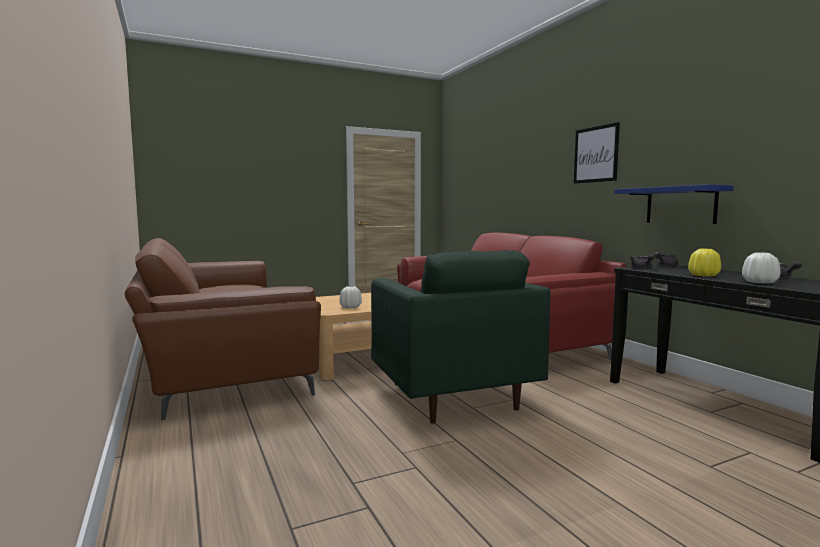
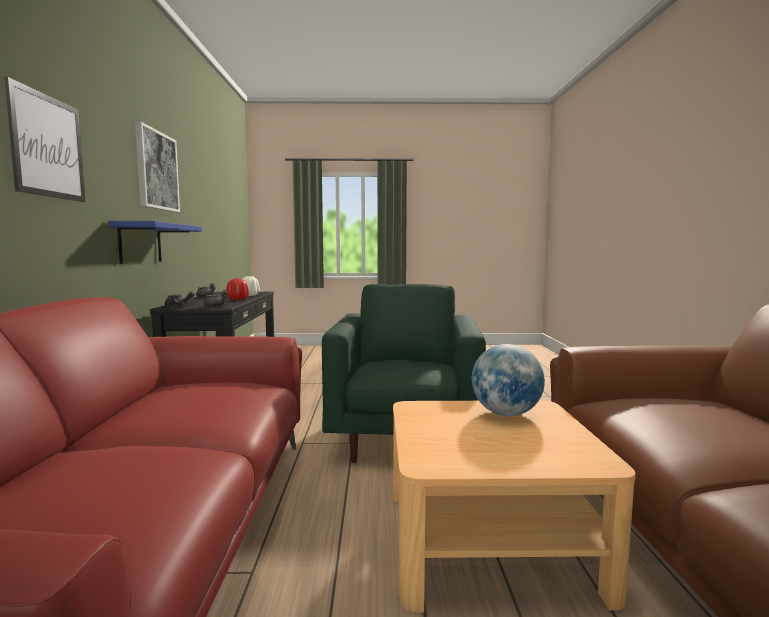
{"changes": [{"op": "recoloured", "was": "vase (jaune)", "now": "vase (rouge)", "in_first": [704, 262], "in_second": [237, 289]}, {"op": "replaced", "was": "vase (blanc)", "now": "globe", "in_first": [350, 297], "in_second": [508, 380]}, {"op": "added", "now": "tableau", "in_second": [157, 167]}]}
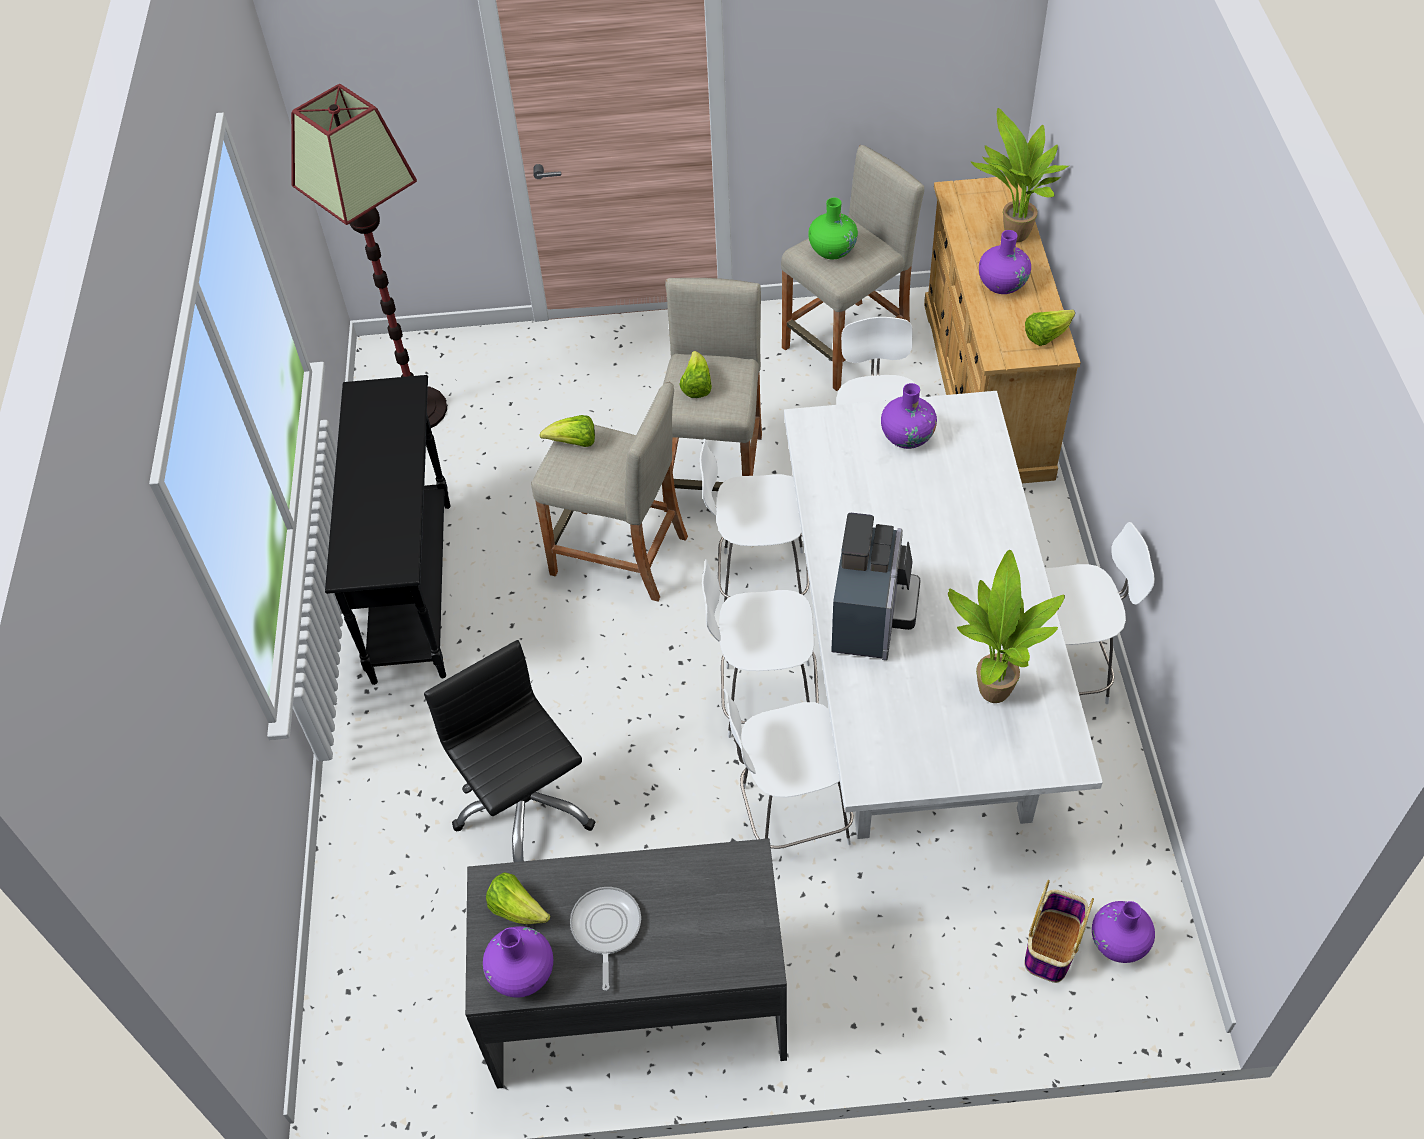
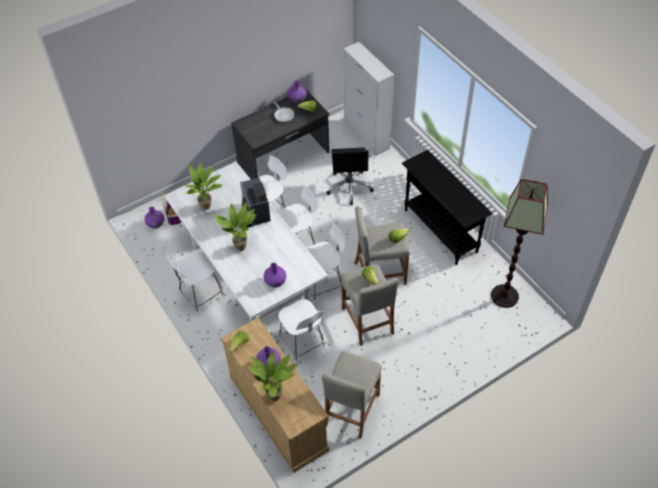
{"changes": [{"op": "removed", "was": "vase (vert)", "in_first": [833, 228]}, {"op": "turned", "was": "chaise de bureau (noir)", "in_first": [510, 751], "in_second": [350, 176], "clockwise": 60}, {"op": "added", "now": "meuble de rangement (blanc)", "in_second": [368, 99]}, {"op": "added", "now": "plante en pot", "in_second": [235, 226]}]}
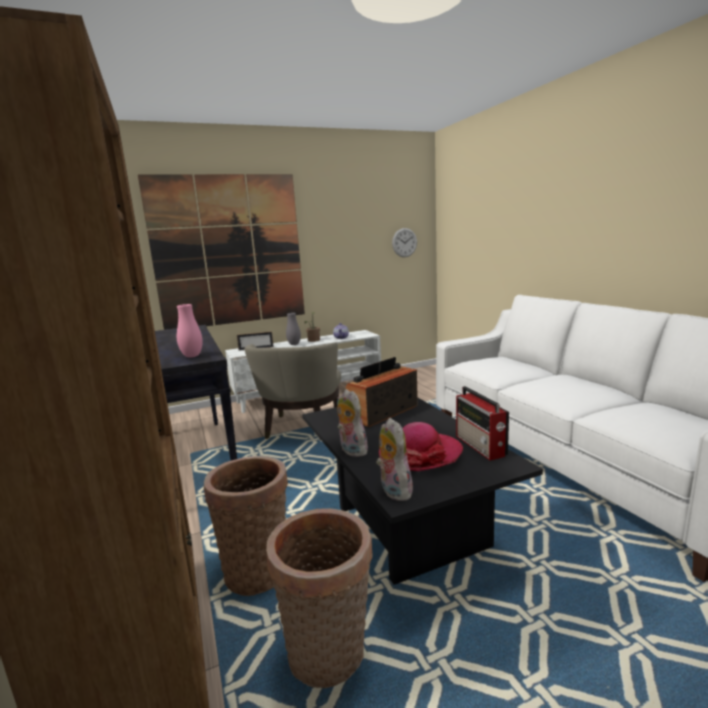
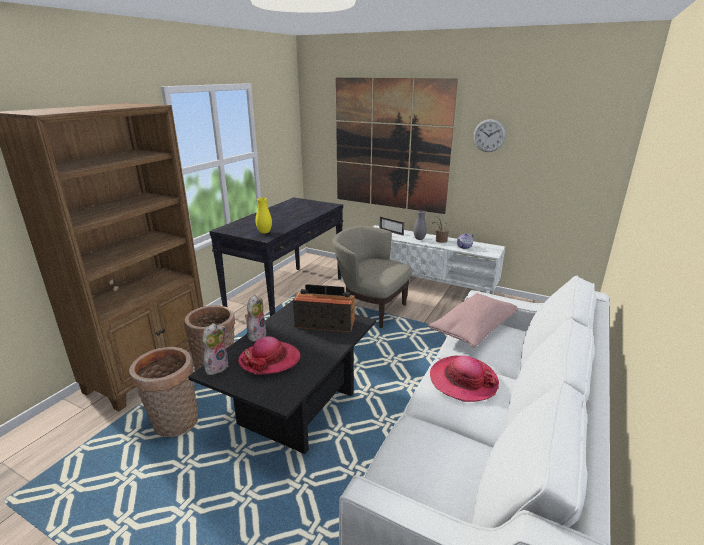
{"changes": [{"op": "moved", "was": "horloge murale", "in_first": [404, 242], "in_second": [489, 135]}, {"op": "recoloured", "was": "vase (rose)", "now": "vase (jaune)", "in_first": [190, 331], "in_second": [264, 216]}, {"op": "turned", "was": "fauteuil (beige)", "in_first": [292, 391], "in_second": [372, 277], "clockwise": 60}, {"op": "removed", "was": "radio", "in_first": [482, 423]}, {"op": "added", "now": "coussin (rose)", "in_second": [473, 320]}, {"op": "added", "now": "chapeau", "in_second": [464, 379]}]}
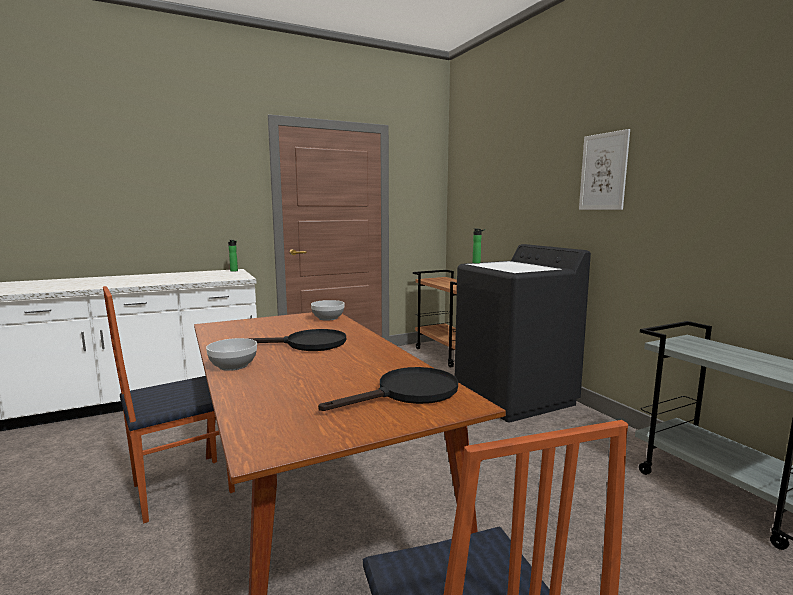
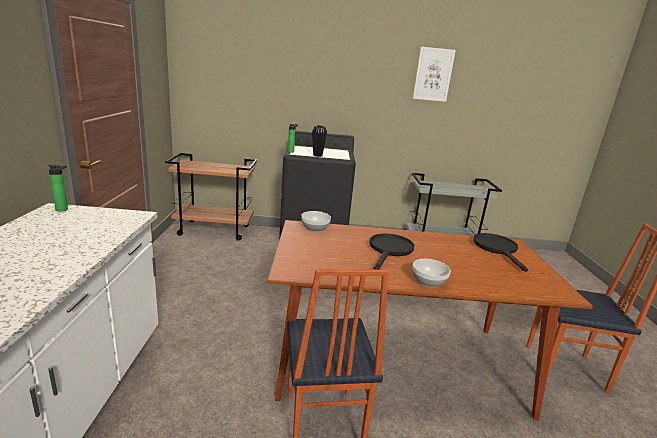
{"changes": [{"op": "moved", "was": "tableau", "in_first": [604, 169], "in_second": [434, 74]}, {"op": "added", "now": "vase (noir)", "in_second": [319, 141]}]}
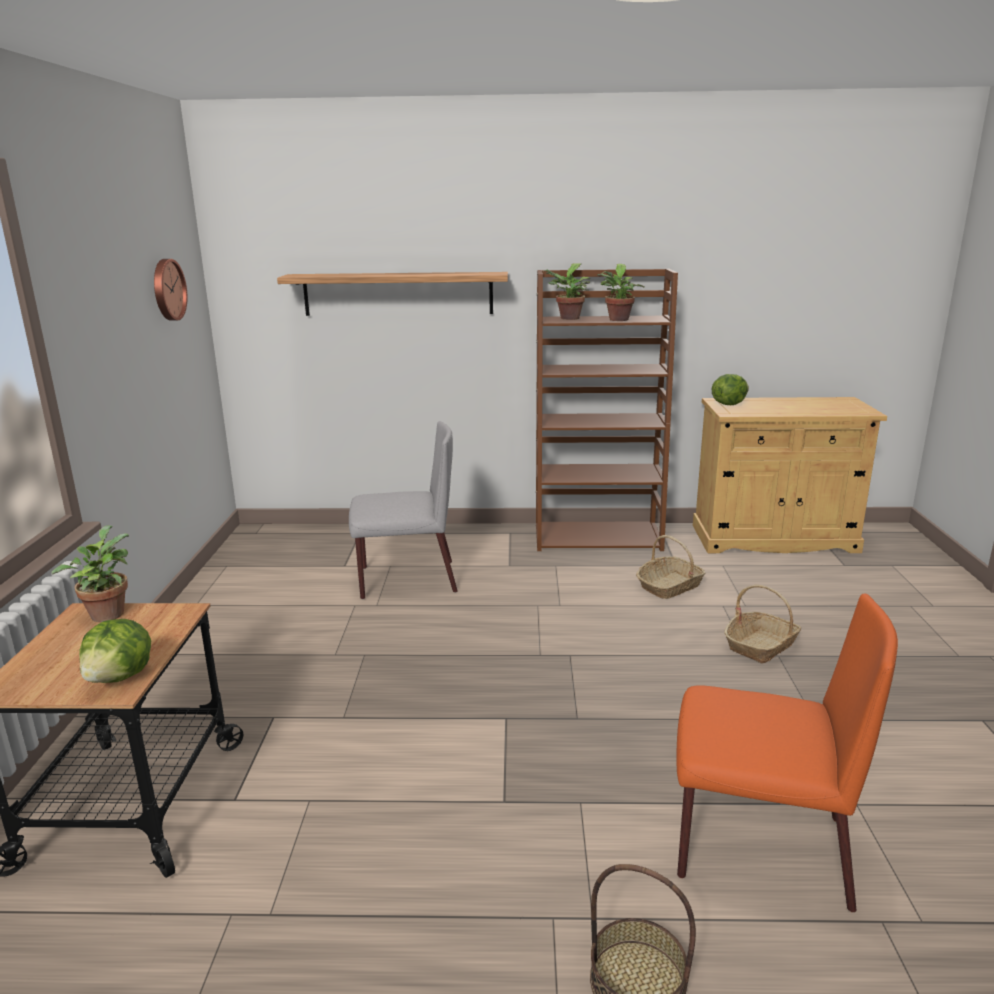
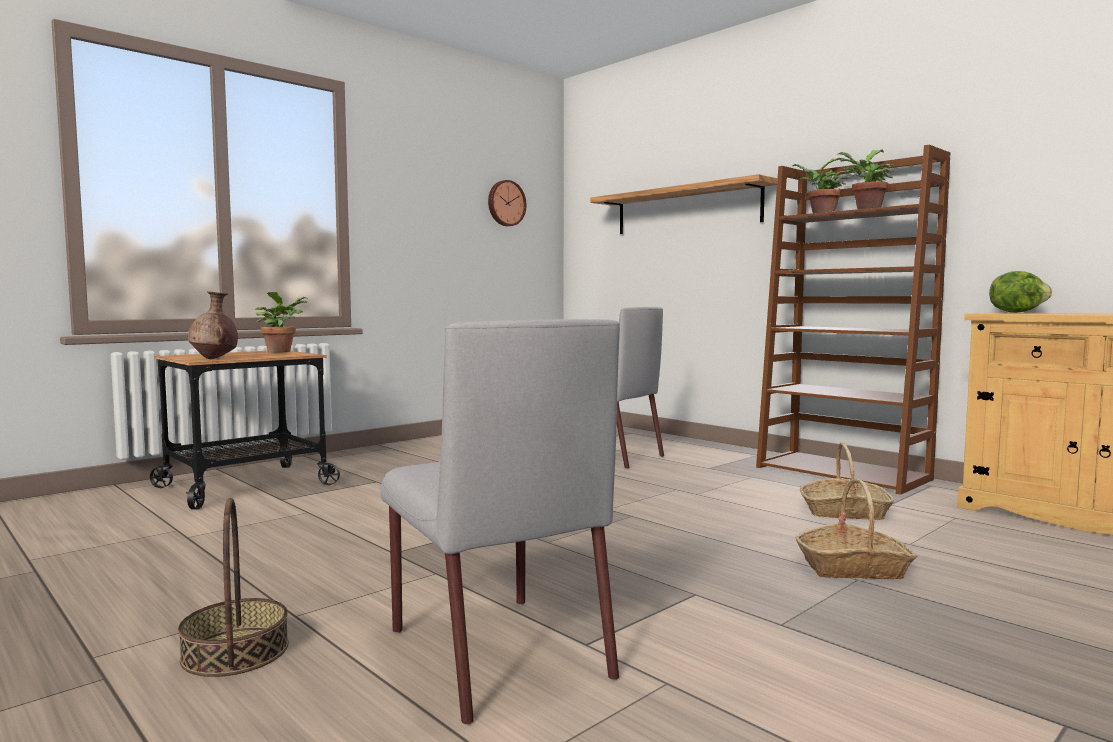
{"changes": [{"op": "recoloured", "was": "chaise (orange)", "now": "chaise (gris)", "in_first": [787, 753], "in_second": [500, 522]}, {"op": "replaced", "was": "laitue", "now": "vase (marron)", "in_first": [115, 651], "in_second": [213, 325]}]}
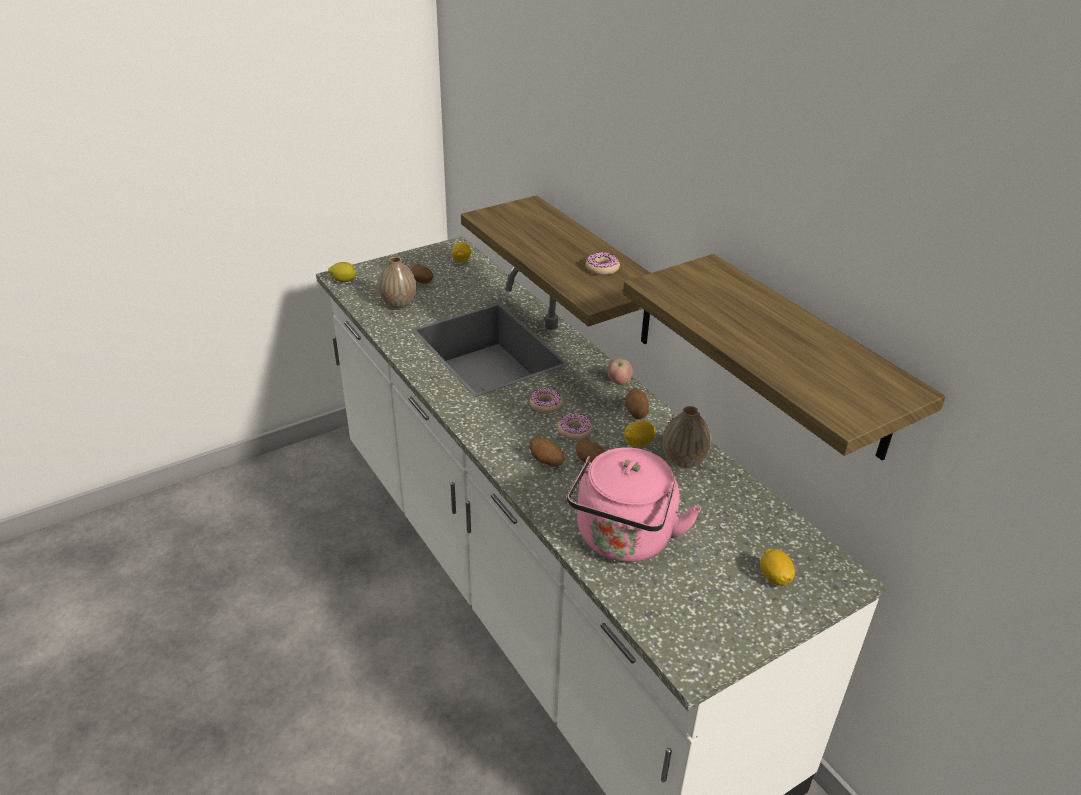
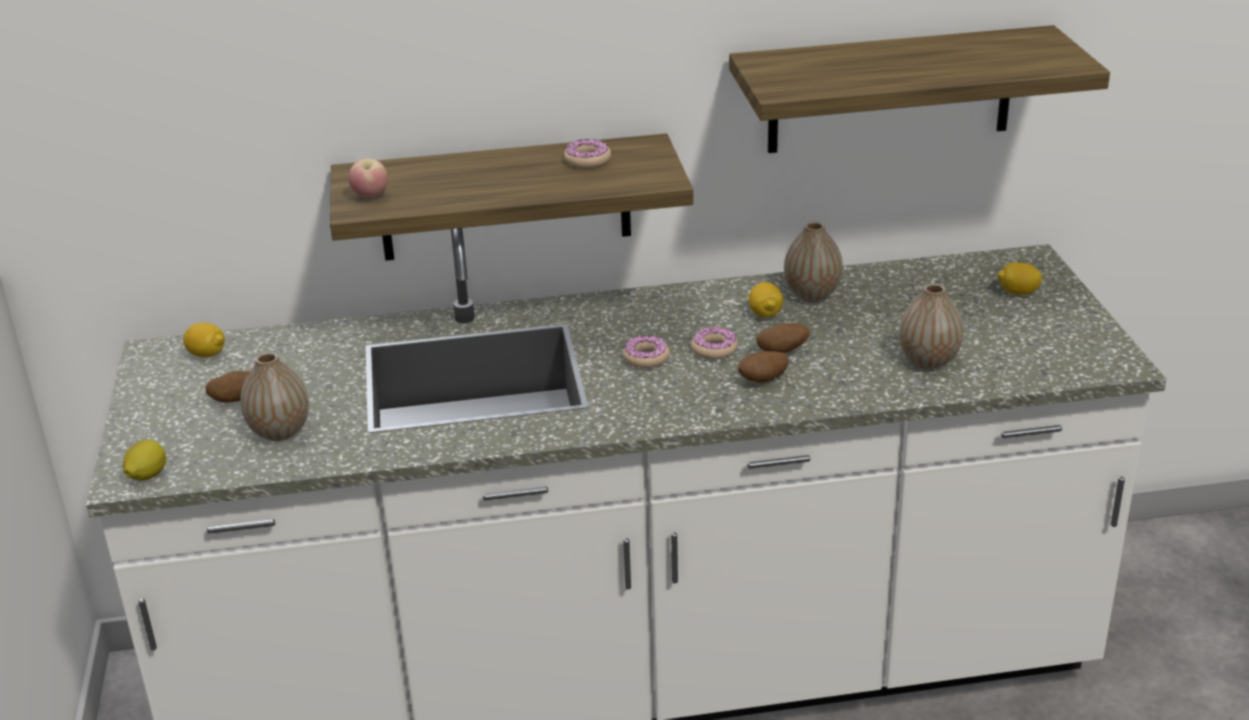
{"changes": [{"op": "moved", "was": "pomme", "in_first": [620, 371], "in_second": [368, 178]}, {"op": "removed", "was": "pomme de terre", "in_first": [637, 404]}, {"op": "replaced", "was": "bouilloire (rose)", "now": "vase", "in_first": [634, 505], "in_second": [931, 326]}]}
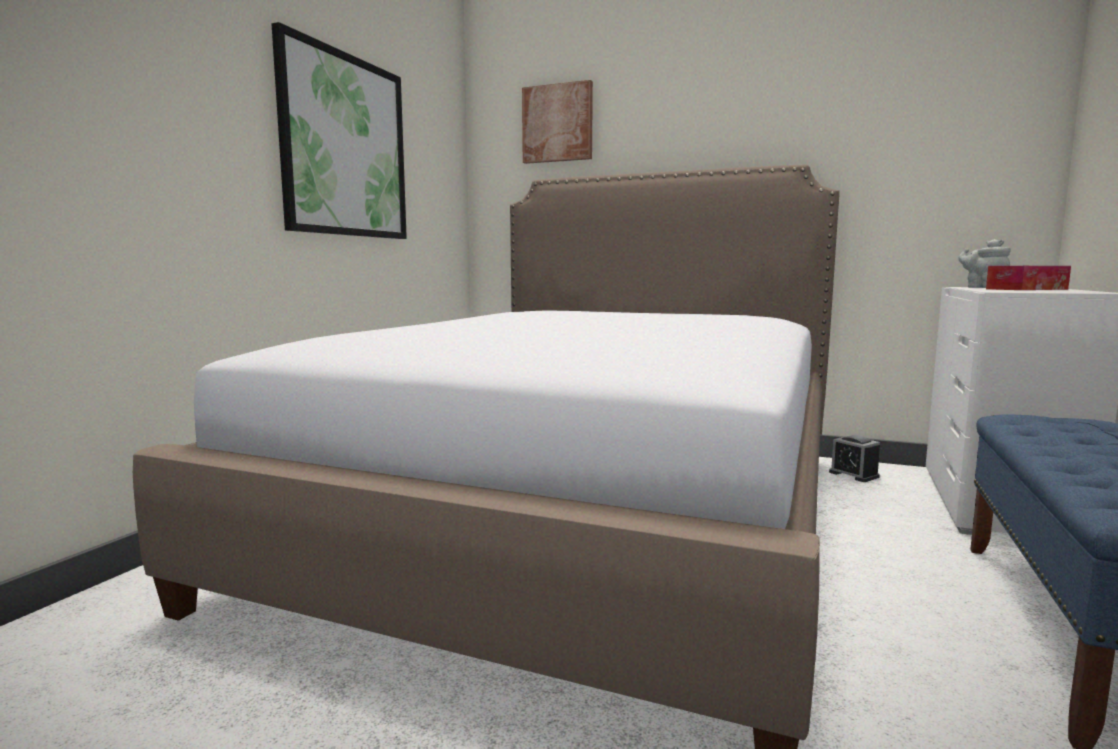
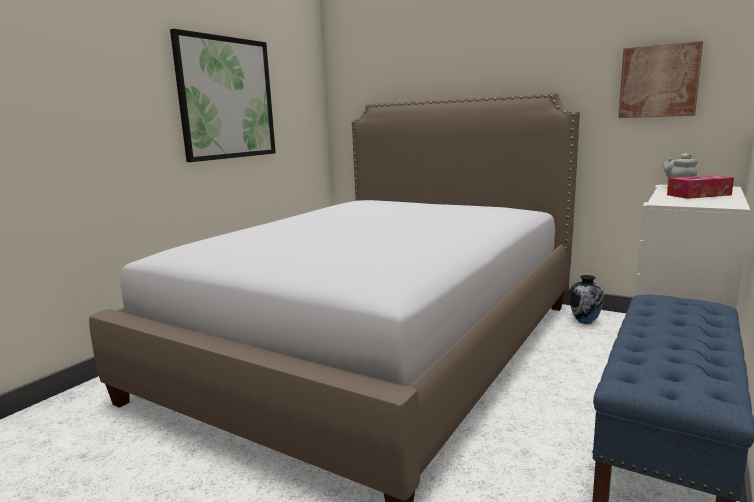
{"changes": [{"op": "moved", "was": "tableau", "in_first": [557, 122], "in_second": [660, 79]}, {"op": "replaced", "was": "réveil", "now": "vase", "in_first": [854, 458], "in_second": [587, 299]}]}
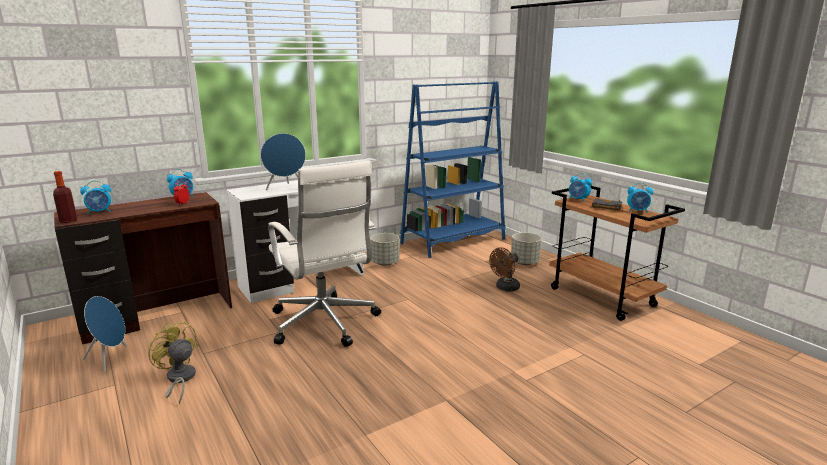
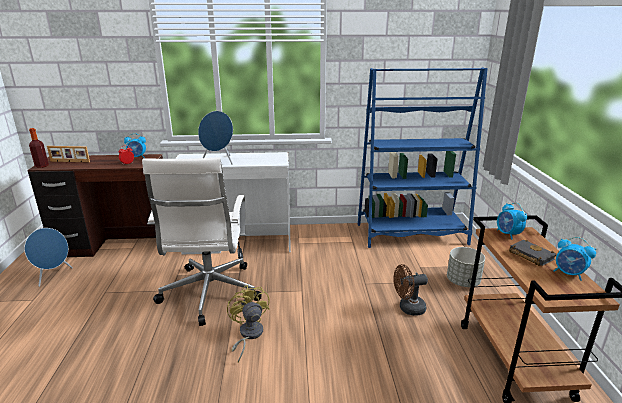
{"changes": [{"op": "replaced", "was": "réveil", "now": "cadre photo", "in_first": [95, 198], "in_second": [68, 154]}, {"op": "removed", "was": "cache-pot (gris)", "in_first": [385, 249]}, {"op": "moved", "was": "ventilateur (jaune)", "in_first": [173, 363], "in_second": [248, 324]}]}
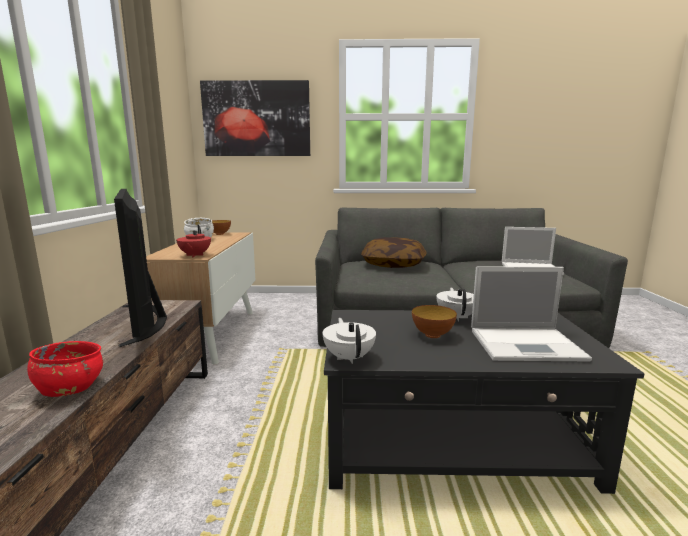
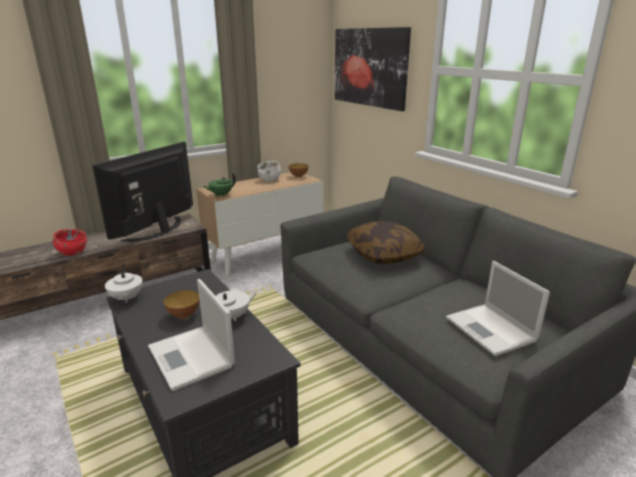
{"changes": [{"op": "recoloured", "was": "théière (rouge)", "now": "théière (vert)", "in_first": [193, 241], "in_second": [219, 185]}, {"op": "turned", "was": "théière (blanc)", "in_first": [349, 341], "in_second": [124, 283], "clockwise": 120}]}
